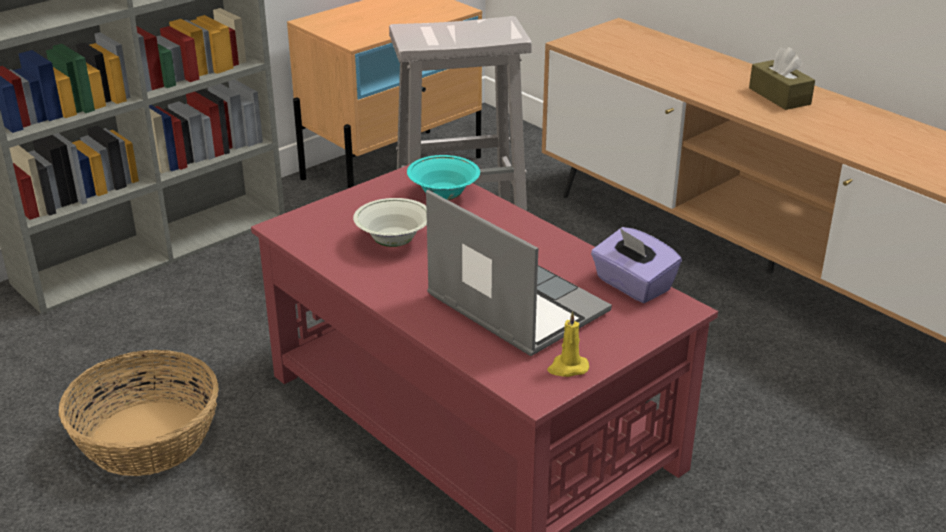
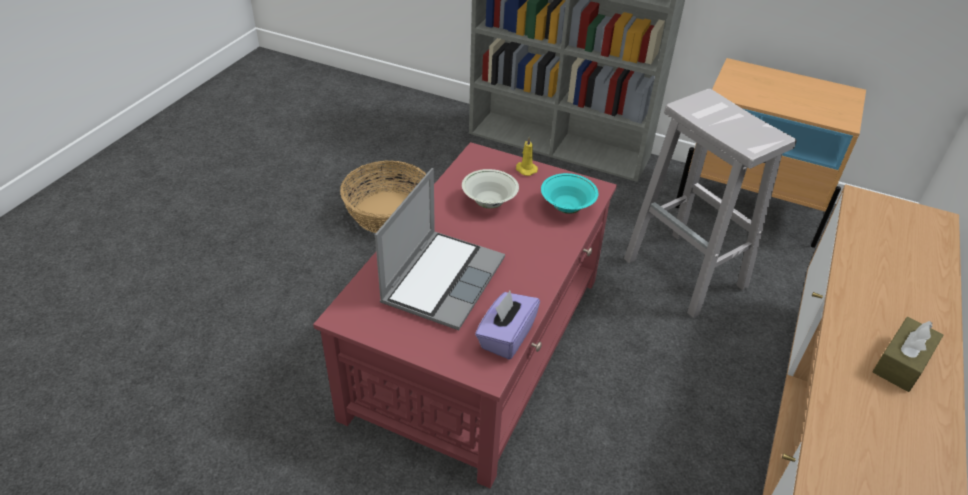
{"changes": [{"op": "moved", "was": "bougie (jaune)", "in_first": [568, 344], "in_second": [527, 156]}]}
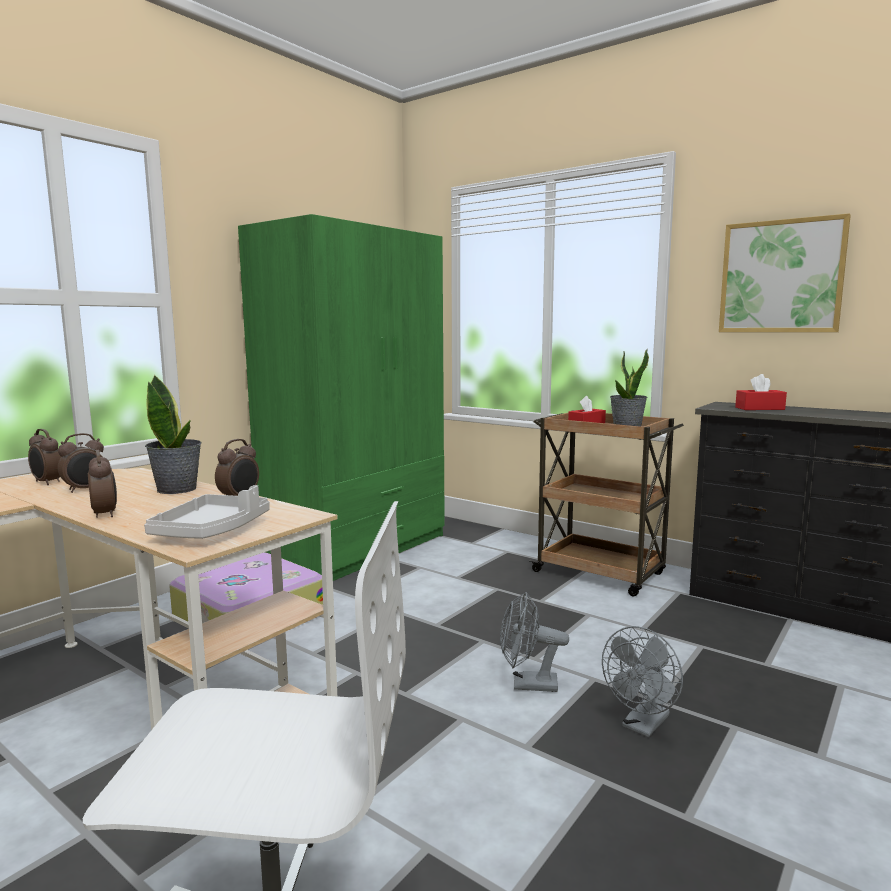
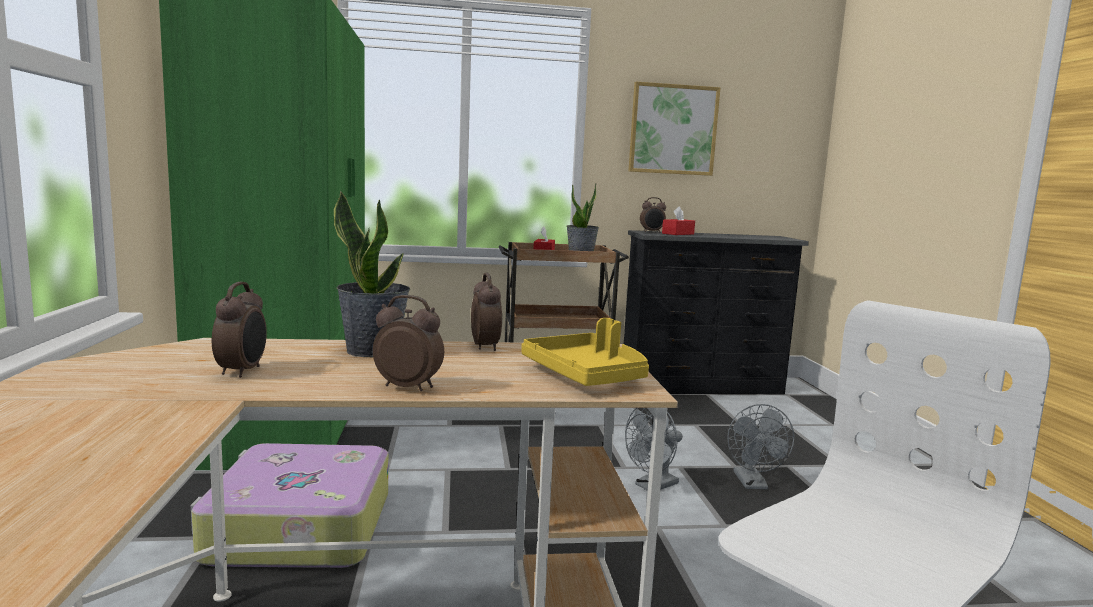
{"changes": [{"op": "moved", "was": "réveil", "in_first": [44, 457], "in_second": [653, 215]}, {"op": "recoloured", "was": "plateau (gris)", "now": "plateau (jaune)", "in_first": [207, 512], "in_second": [585, 352]}]}
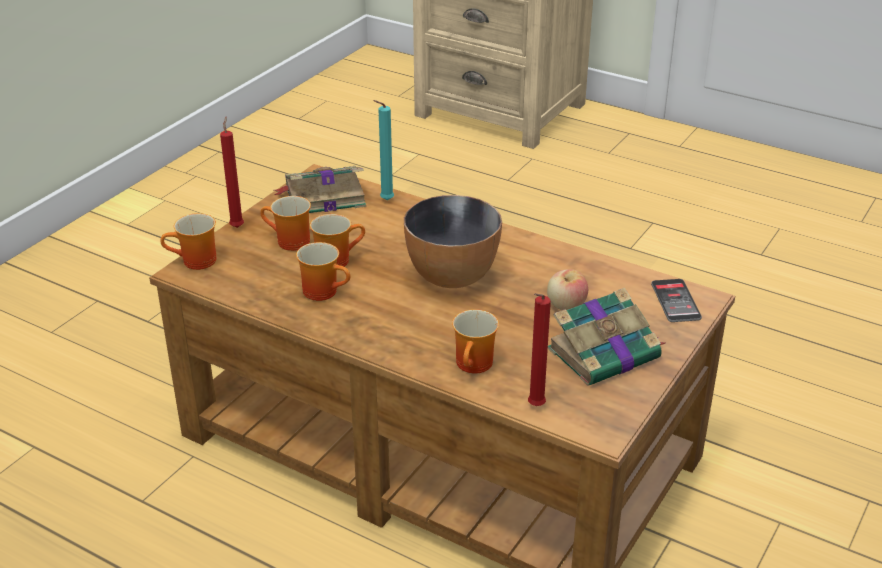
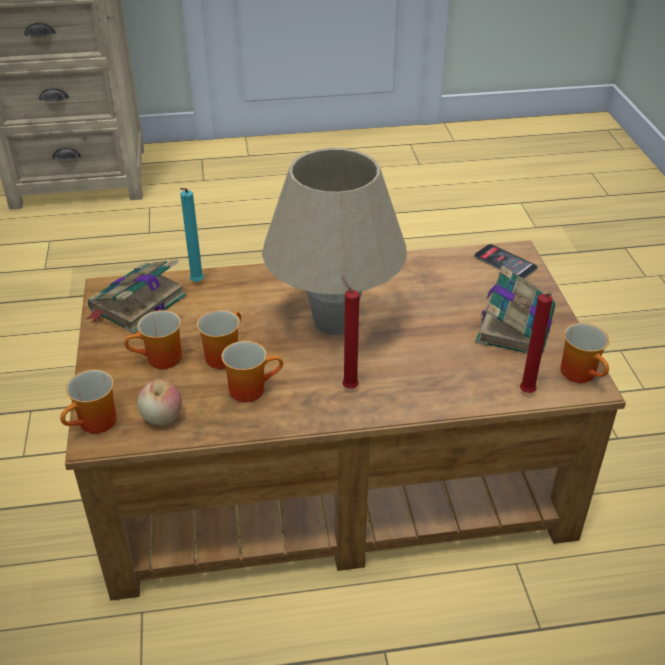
{"changes": [{"op": "moved", "was": "bougie (rouge)", "in_first": [232, 172], "in_second": [350, 332]}, {"op": "replaced", "was": "bol", "now": "lampe de table (beige)", "in_first": [453, 241], "in_second": [334, 241]}, {"op": "moved", "was": "pomme", "in_first": [567, 289], "in_second": [159, 402]}, {"op": "moved", "was": "mug", "in_first": [475, 341], "in_second": [584, 353]}]}
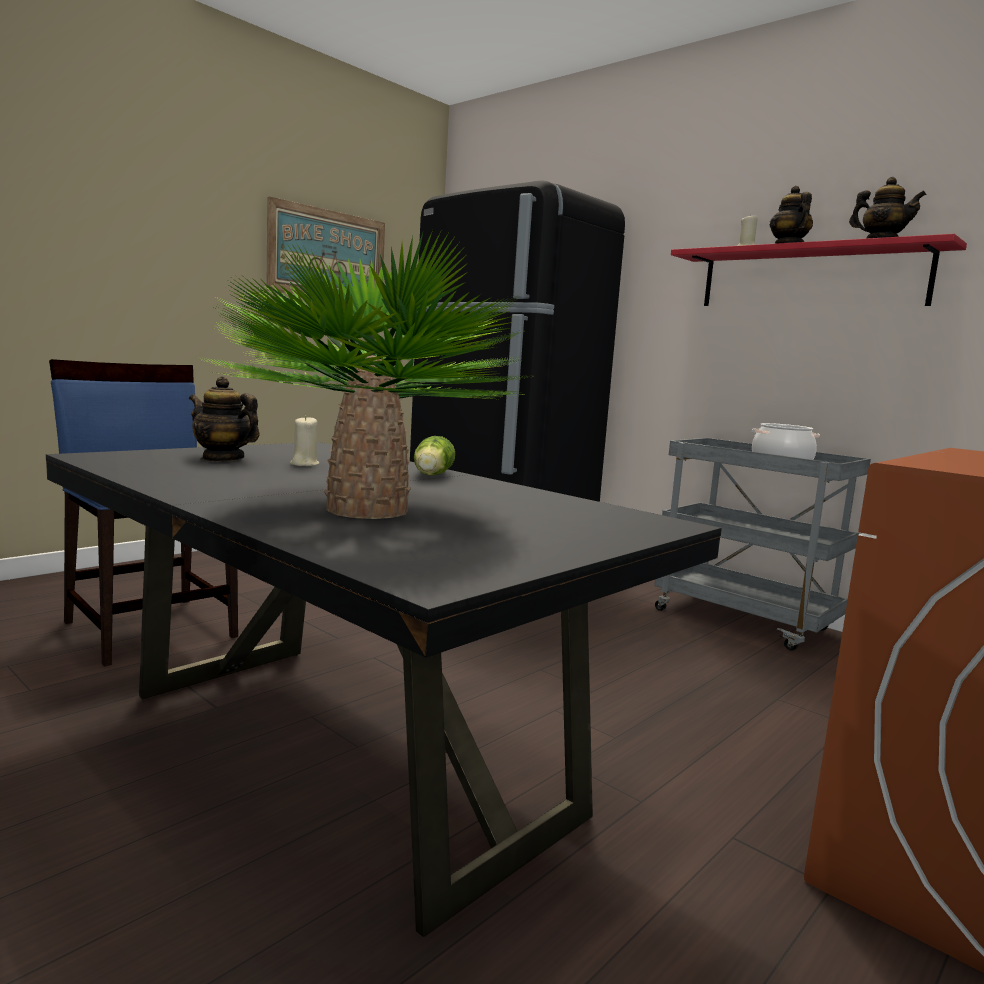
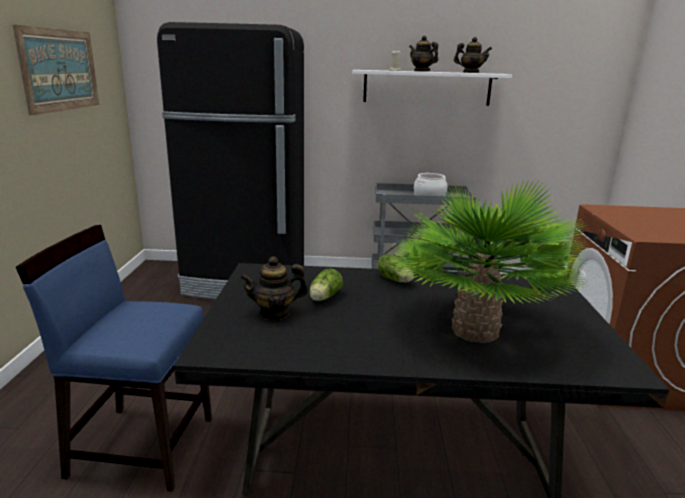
{"changes": [{"op": "recoloured", "was": "étagère (rouge)", "now": "étagère (blanc)", "in_first": [819, 270], "in_second": [432, 88]}, {"op": "replaced", "was": "bougie (beige)", "now": "laitue", "in_first": [304, 440], "in_second": [326, 284]}]}
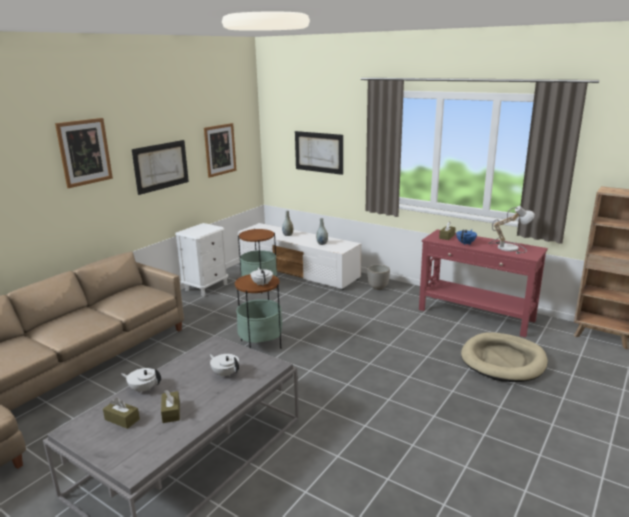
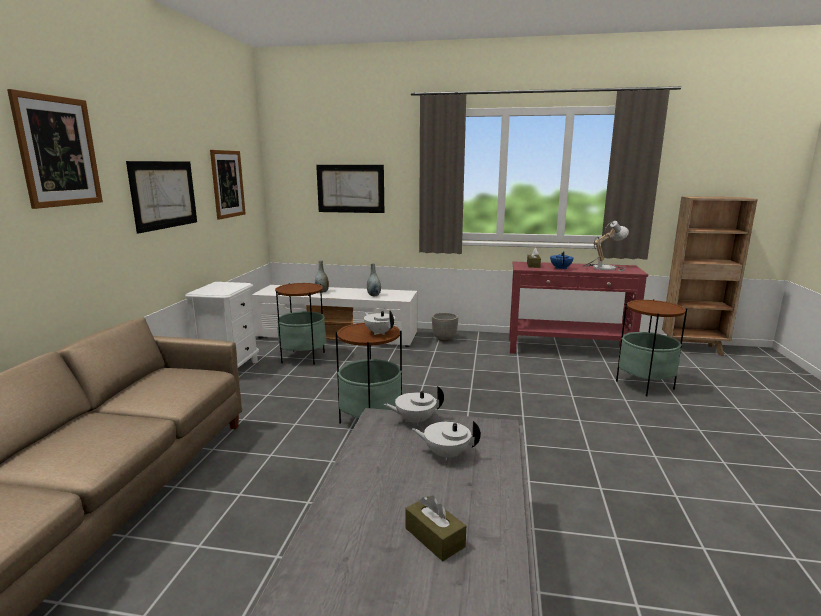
{"changes": [{"op": "replaced", "was": "panier pour chien (beige)", "now": "table d'appoint", "in_first": [504, 357], "in_second": [651, 348]}, {"op": "moved", "was": "théière (blanc)", "in_first": [141, 381], "in_second": [414, 406]}, {"op": "removed", "was": "boîte à mouchoirs (marron)", "in_first": [121, 413]}]}
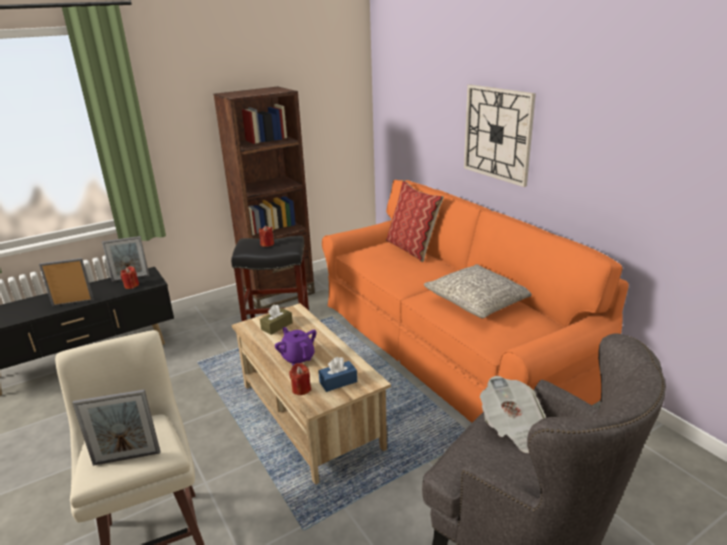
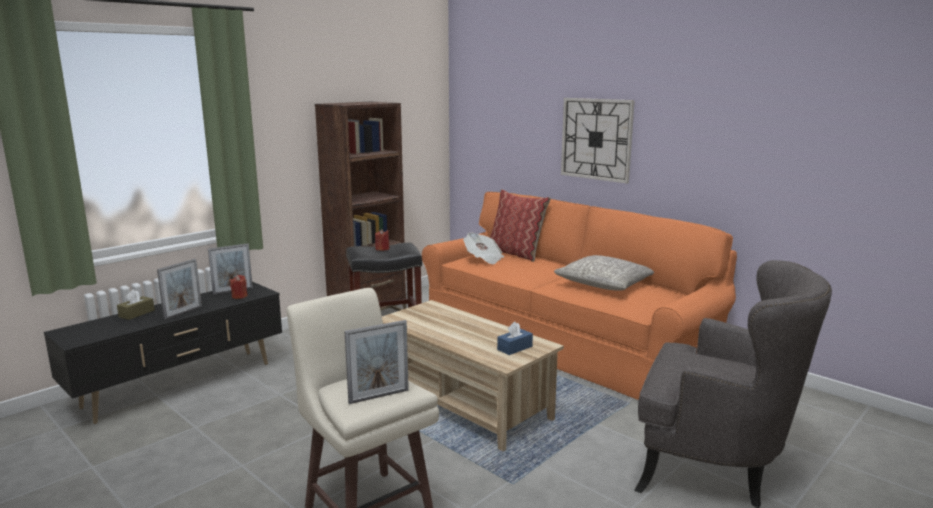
{"changes": [{"op": "turned", "was": "cadre photo", "in_first": [66, 282], "in_second": [179, 289], "clockwise": 150}, {"op": "moved", "was": "boîte à mouchoirs (marron)", "in_first": [276, 319], "in_second": [136, 304]}, {"op": "removed", "was": "théière (violet)", "in_first": [295, 346]}, {"op": "removed", "was": "bougie (rouge)", "in_first": [300, 379]}, {"op": "moved", "was": "journal", "in_first": [513, 414], "in_second": [483, 248]}]}
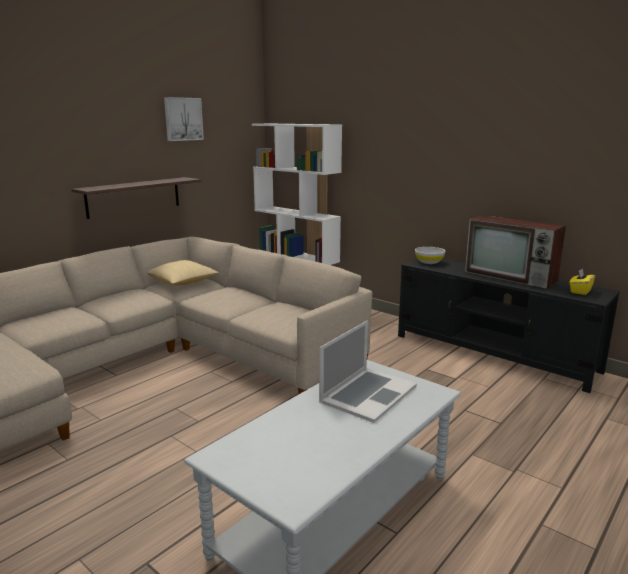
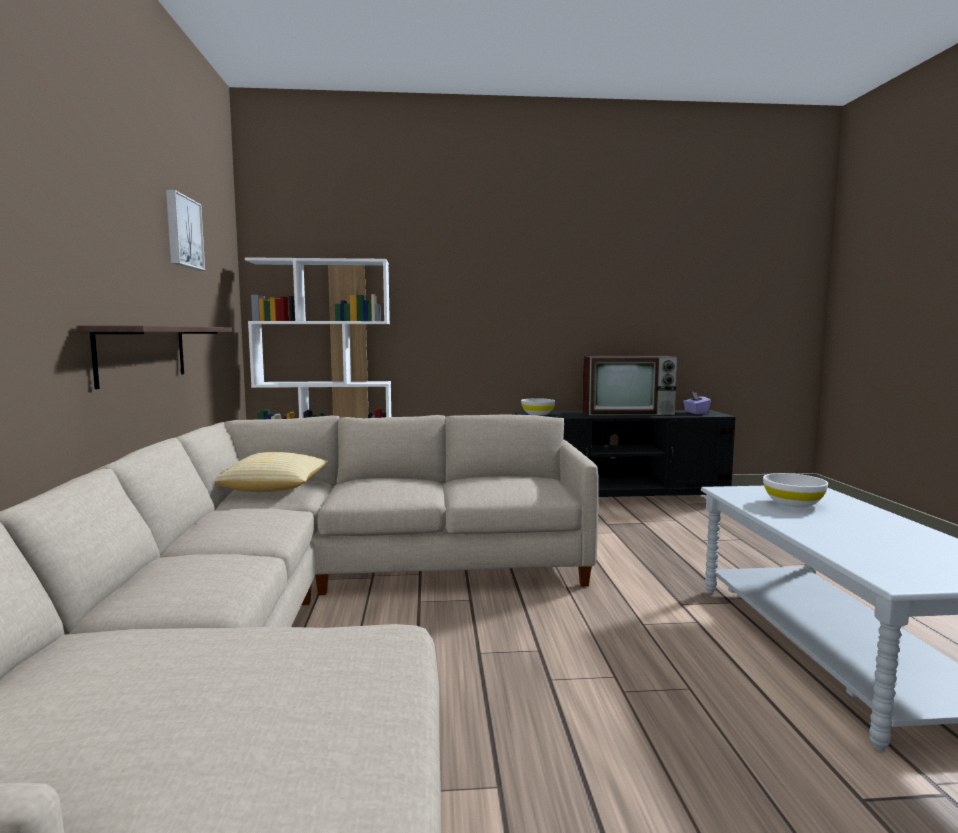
{"changes": [{"op": "recoloured", "was": "boîte à mouchoirs (jaune)", "now": "boîte à mouchoirs (violet)", "in_first": [582, 281], "in_second": [697, 403]}, {"op": "replaced", "was": "ordinateur portable", "now": "bol (blanc)", "in_first": [368, 371], "in_second": [795, 490]}]}
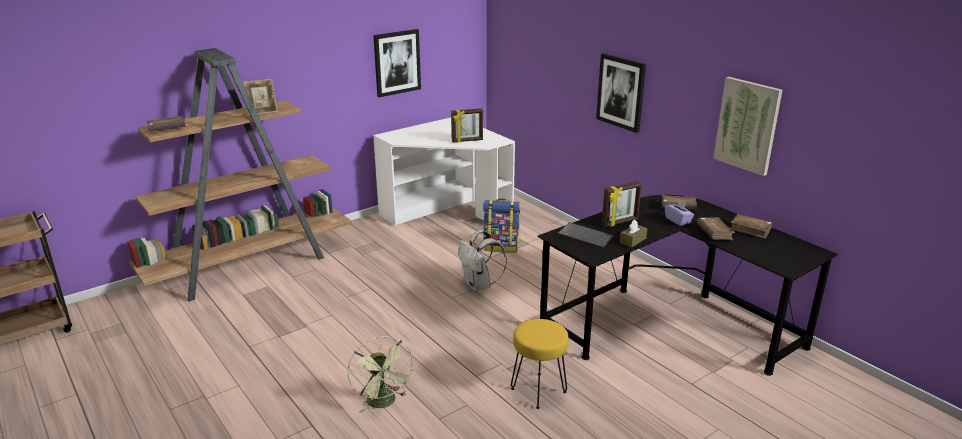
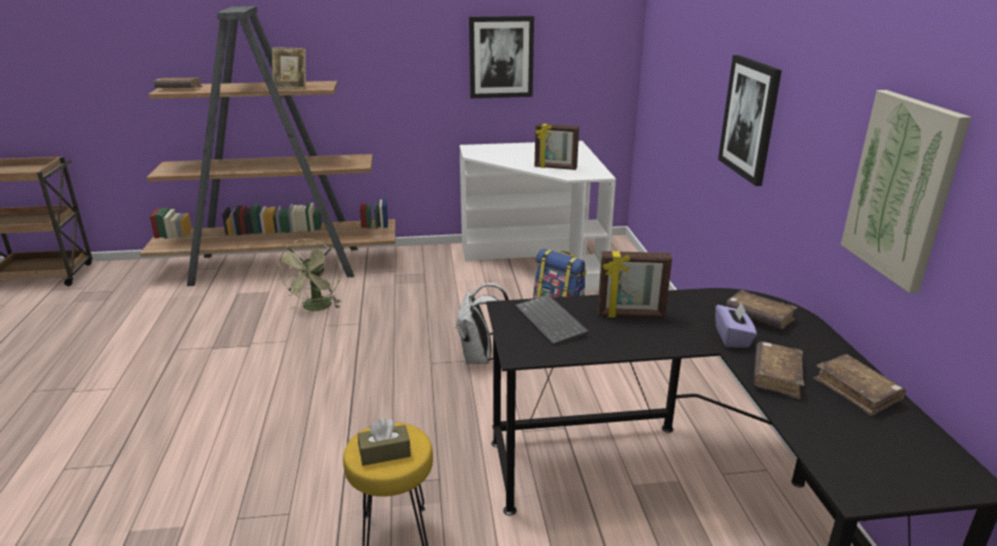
{"changes": [{"op": "moved", "was": "boîte à mouchoirs (marron)", "in_first": [634, 233], "in_second": [384, 442]}, {"op": "moved", "was": "ventilateur (vert)", "in_first": [381, 374], "in_second": [308, 275]}]}
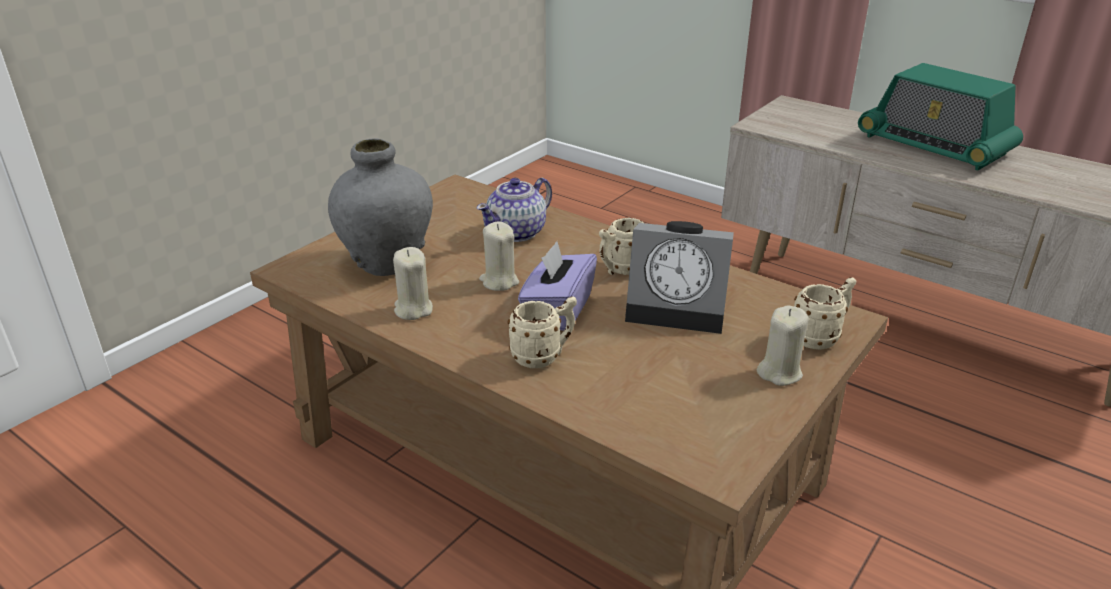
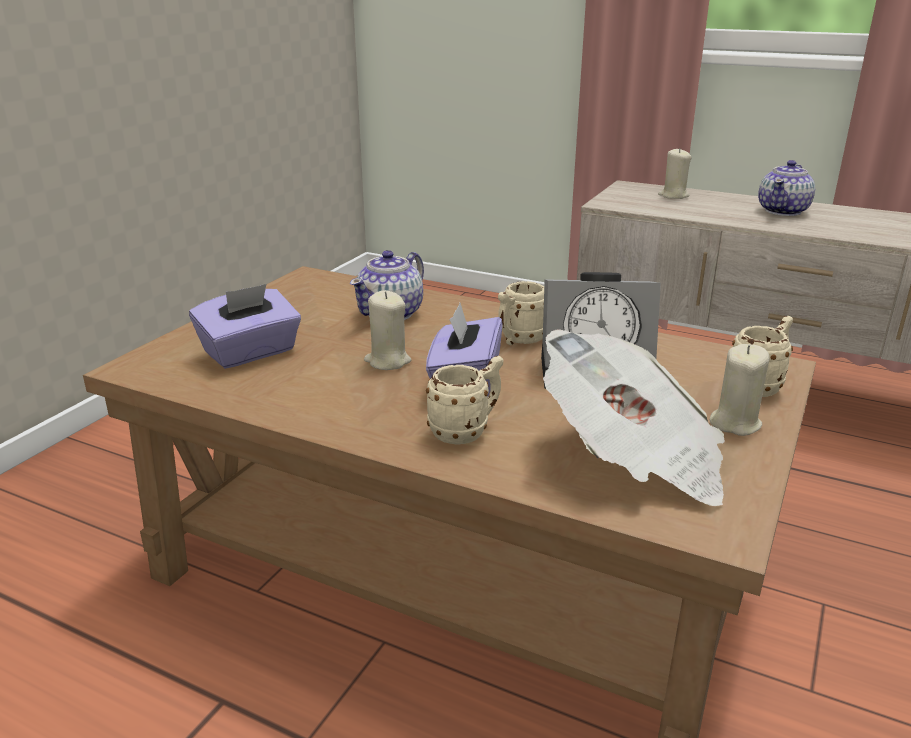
{"changes": [{"op": "replaced", "was": "radio", "now": "théière", "in_first": [940, 116], "in_second": [786, 188]}, {"op": "replaced", "was": "vase (gris)", "now": "boîte à mouchoirs (violet)", "in_first": [380, 207], "in_second": [245, 326]}, {"op": "moved", "was": "bougie (beige)", "in_first": [413, 283], "in_second": [675, 173]}, {"op": "added", "now": "journal", "in_second": [634, 417]}]}
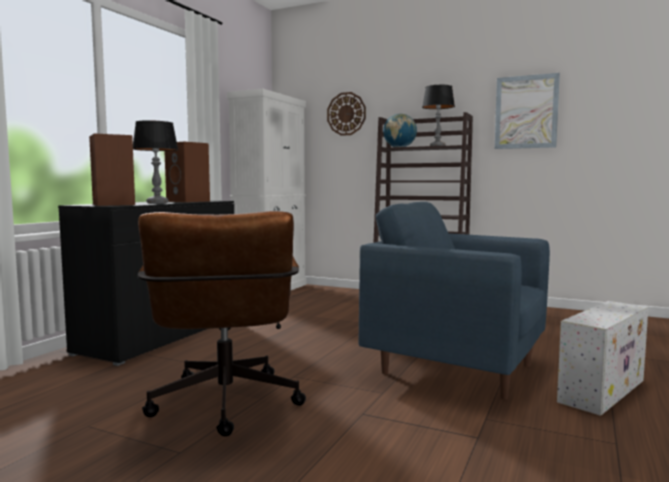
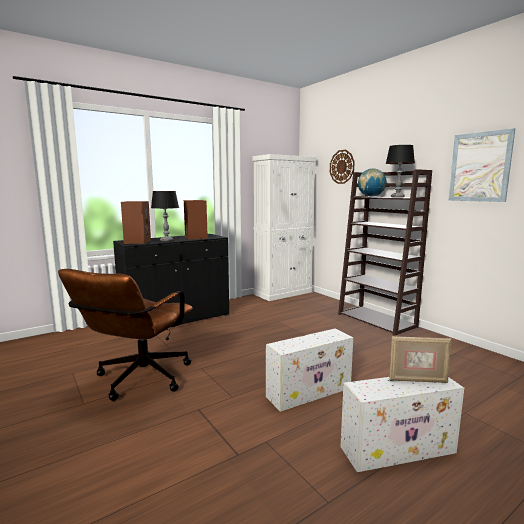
{"changes": [{"op": "replaced", "was": "fauteuil (bleu)", "now": "boîte de rangement (blanc)", "in_first": [454, 301], "in_second": [309, 370]}, {"op": "added", "now": "cadre photo", "in_second": [420, 359]}]}
